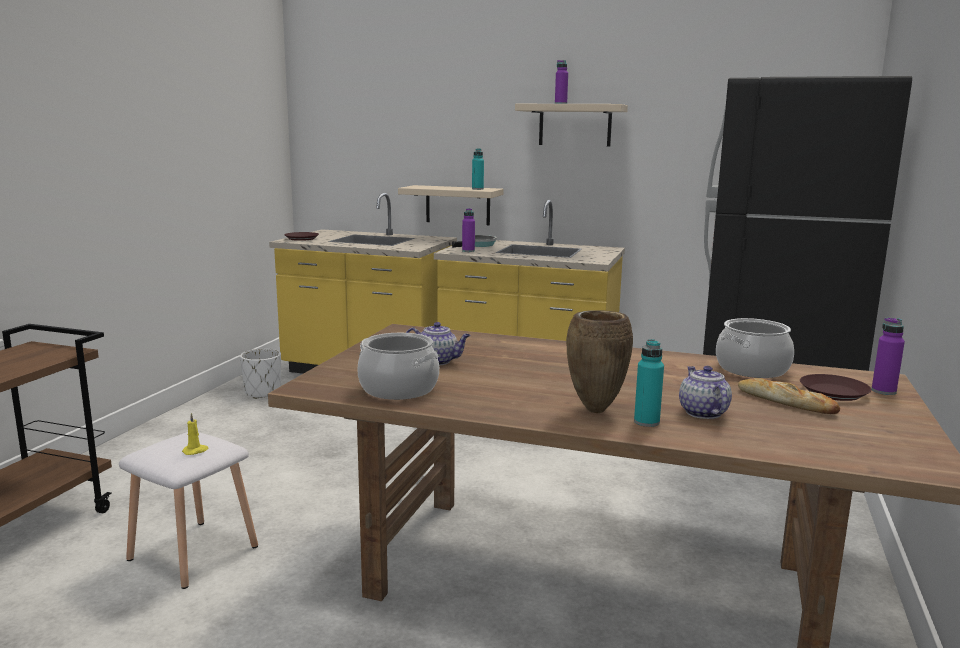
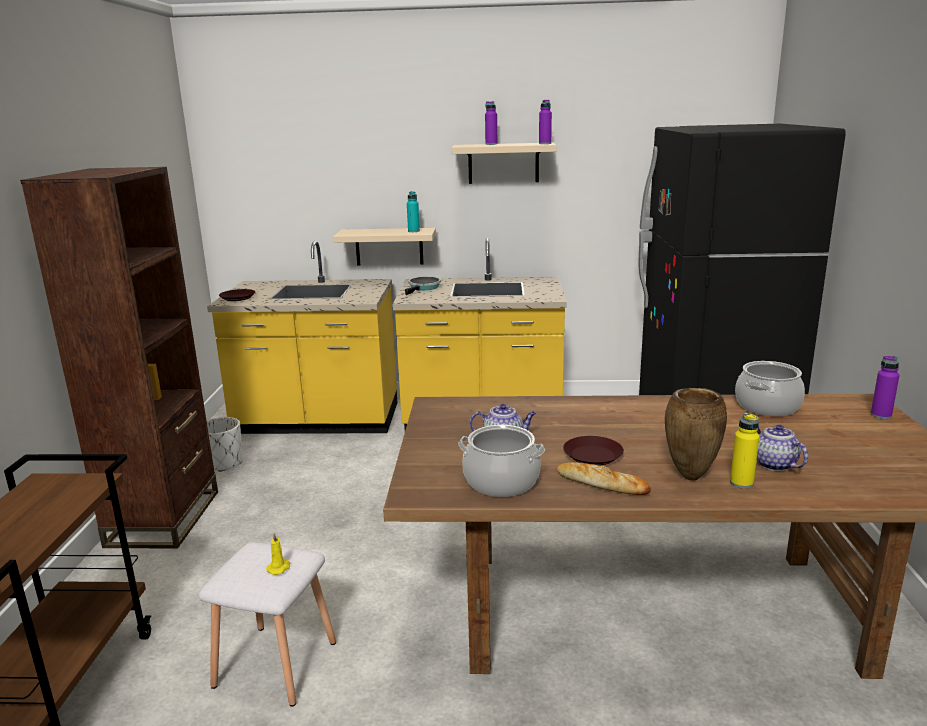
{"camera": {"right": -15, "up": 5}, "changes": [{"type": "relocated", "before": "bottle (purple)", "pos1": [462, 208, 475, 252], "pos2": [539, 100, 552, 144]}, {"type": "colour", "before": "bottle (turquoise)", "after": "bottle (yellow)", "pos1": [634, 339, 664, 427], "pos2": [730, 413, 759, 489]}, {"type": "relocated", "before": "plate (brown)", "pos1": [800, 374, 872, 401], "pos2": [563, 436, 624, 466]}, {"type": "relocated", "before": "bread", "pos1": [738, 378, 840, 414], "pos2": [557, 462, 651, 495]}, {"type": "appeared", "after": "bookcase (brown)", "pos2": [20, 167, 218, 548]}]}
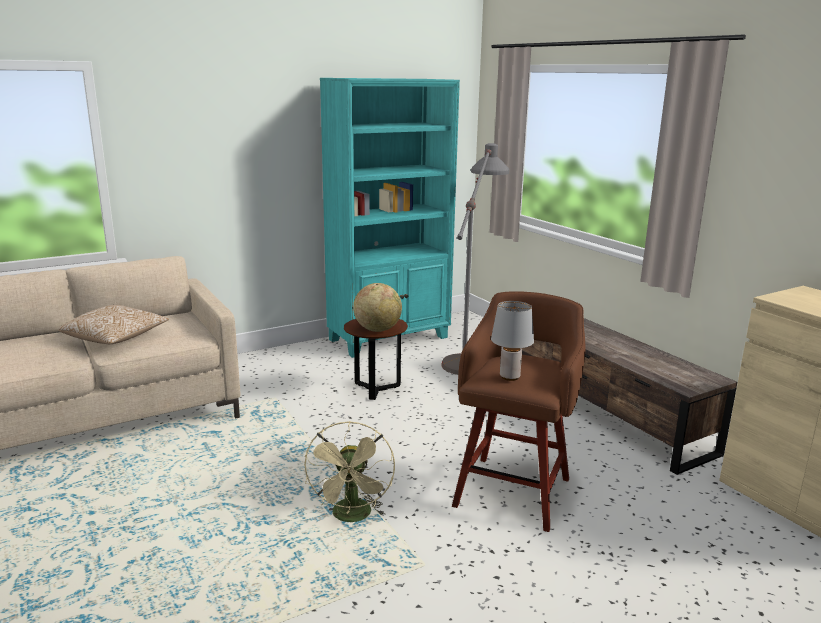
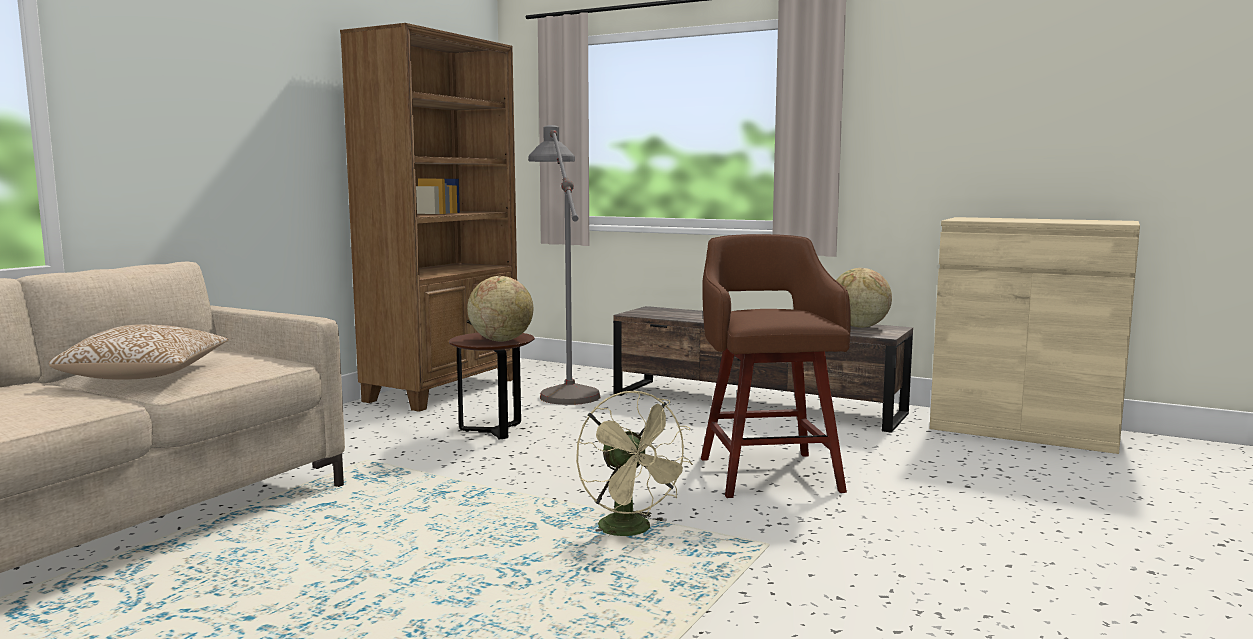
{"camera": {"right": -30, "up": -10}, "changes": [{"type": "colour", "before": "bookcase (turquoise)", "after": "bookcase (brown)", "pos1": [320, 78, 460, 358], "pos2": [340, 23, 517, 412]}, {"type": "missing", "before": "table lamp (grey)", "pos1": [491, 301, 534, 381]}, {"type": "appeared", "after": "globe", "pos2": [836, 268, 892, 328]}]}
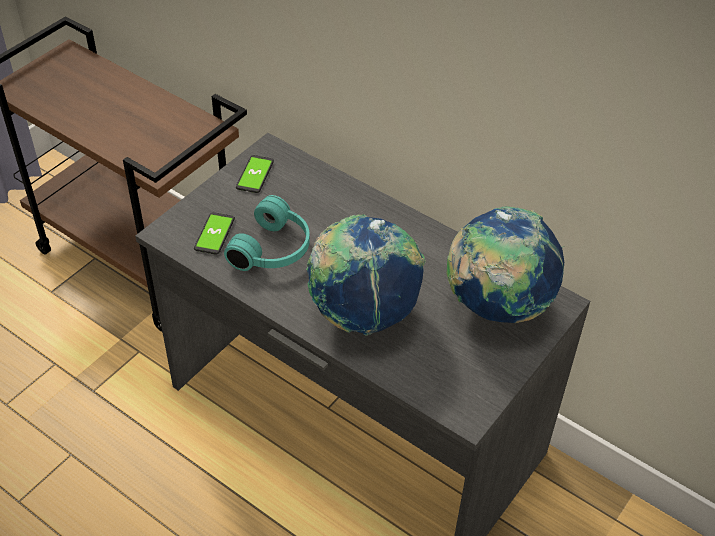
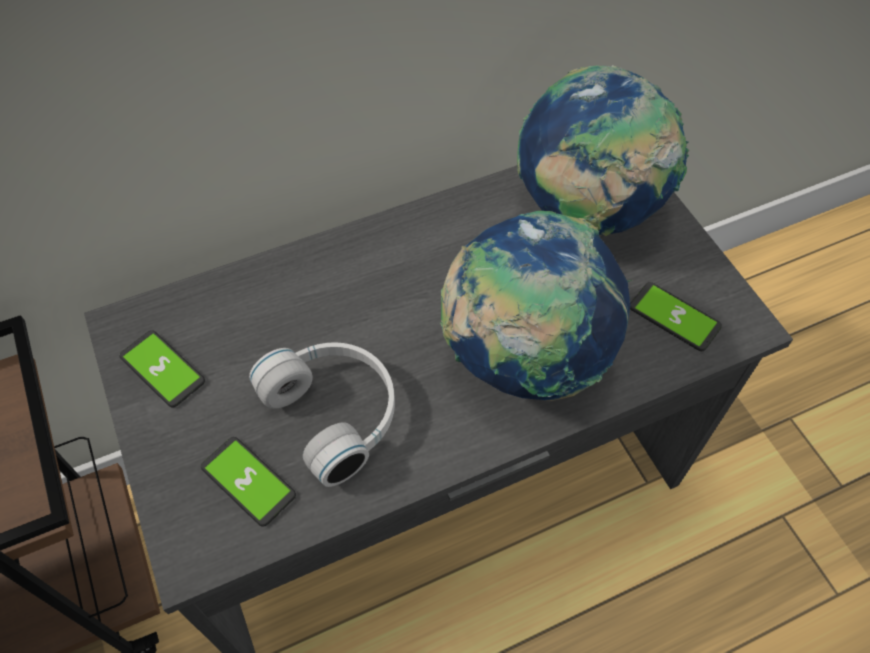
{"camera": {"right": -60, "up": 10}, "changes": [{"type": "colour", "before": "headphones (turquoise)", "after": "headphones (white)", "pos1": [224, 195, 310, 271], "pos2": [249, 342, 395, 487]}, {"type": "appeared", "after": "phone", "pos2": [630, 282, 722, 351]}]}
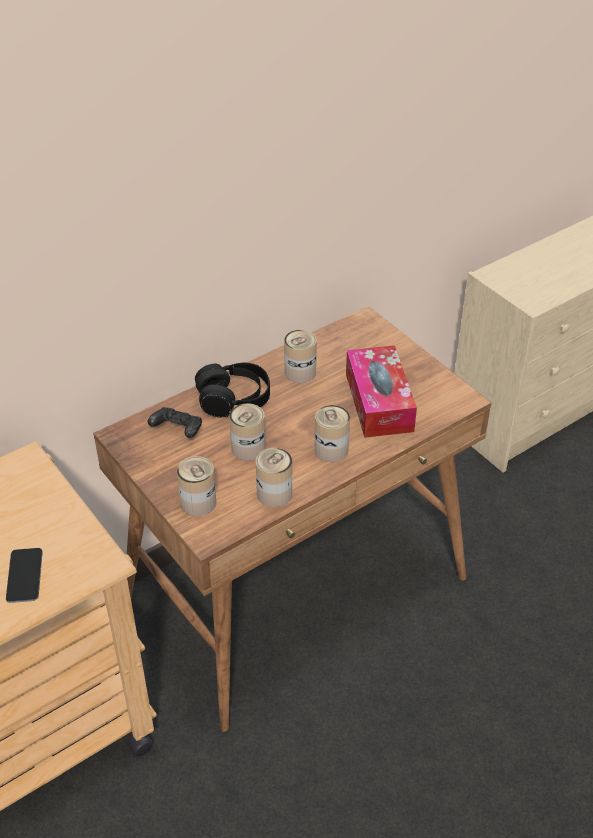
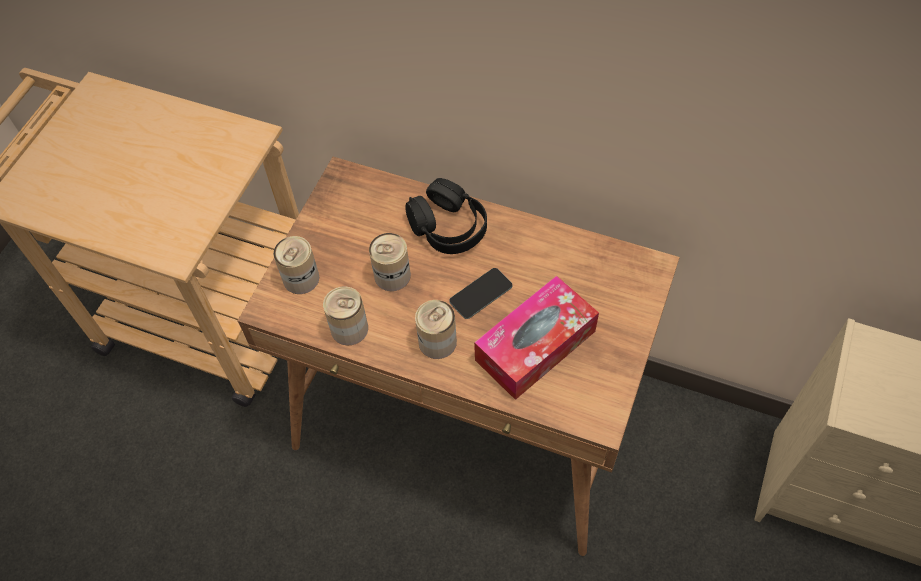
{"camera": {"right": 60, "up": 15}, "changes": [{"type": "missing", "before": "can", "pos1": [284, 330, 317, 383]}, {"type": "missing", "before": "game controller (black)", "pos1": [148, 407, 202, 438]}, {"type": "relocated", "before": "phone", "pos1": [6, 548, 43, 603], "pos2": [449, 268, 512, 319]}]}
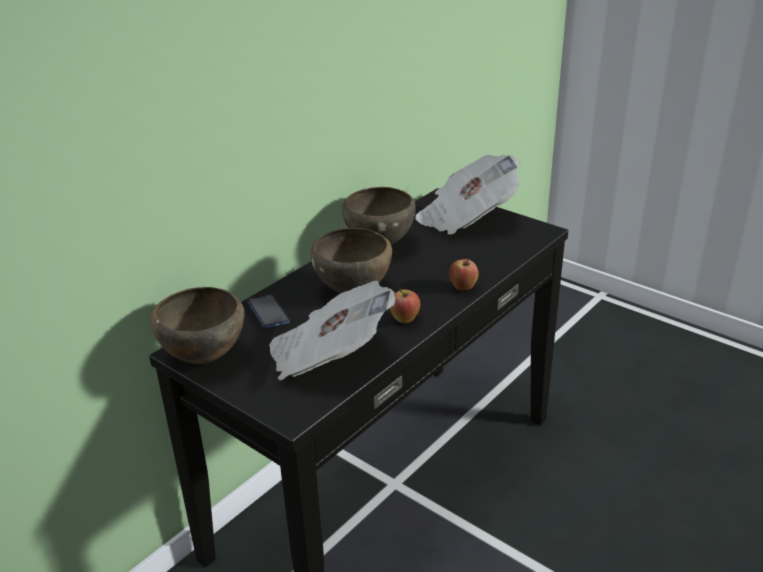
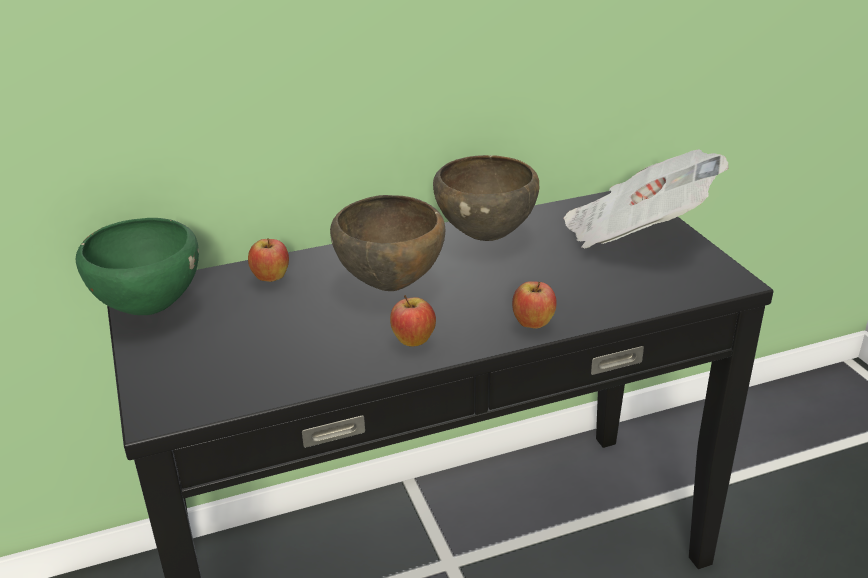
{"camera": {"right": 30, "up": 0}, "changes": [{"type": "missing", "before": "newspaper", "pos1": [269, 281, 395, 381]}, {"type": "colour", "before": "bowl (brown)", "after": "bowl (green)", "pos1": [151, 287, 244, 364], "pos2": [76, 218, 199, 315]}, {"type": "exchanged", "before": "phone", "after": "apple", "pos1": [248, 294, 290, 328], "pos2": [248, 238, 289, 282]}]}
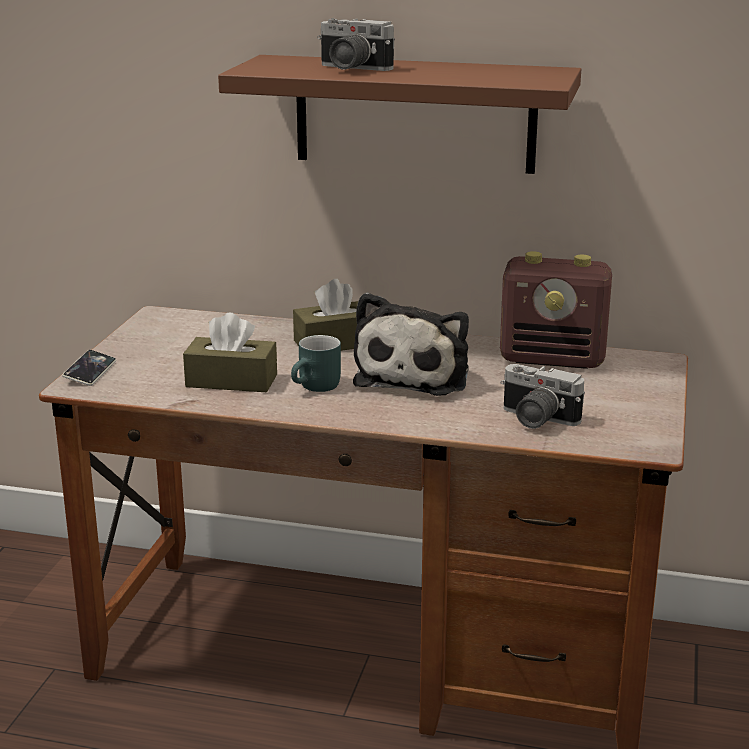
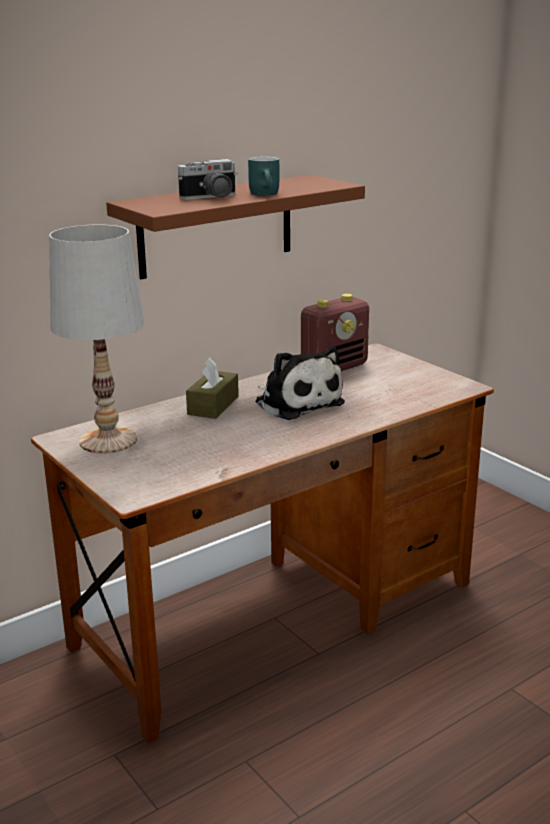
{"camera": {"right": -50, "up": 0}, "changes": [{"type": "missing", "before": "tissue box (brown)", "pos1": [183, 312, 277, 392]}, {"type": "relocated", "before": "mug (turquoise)", "pos1": [291, 335, 341, 392], "pos2": [248, 157, 279, 196]}, {"type": "missing", "before": "phone", "pos1": [62, 350, 116, 386]}, {"type": "missing", "before": "photo camera", "pos1": [500, 364, 585, 429]}, {"type": "appeared", "after": "table lamp (white)", "pos2": [49, 224, 145, 453]}]}
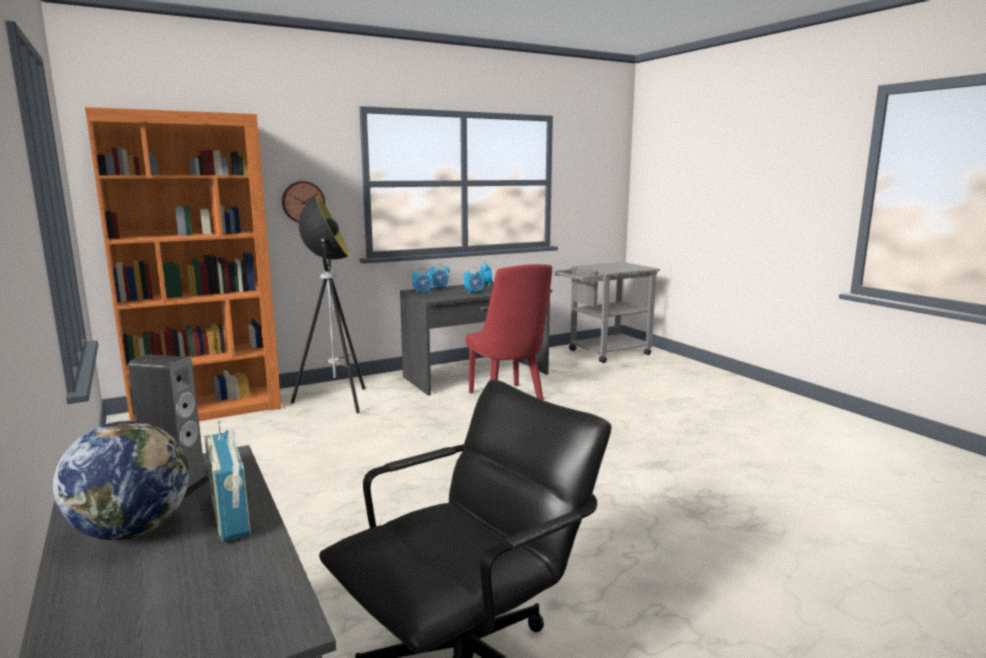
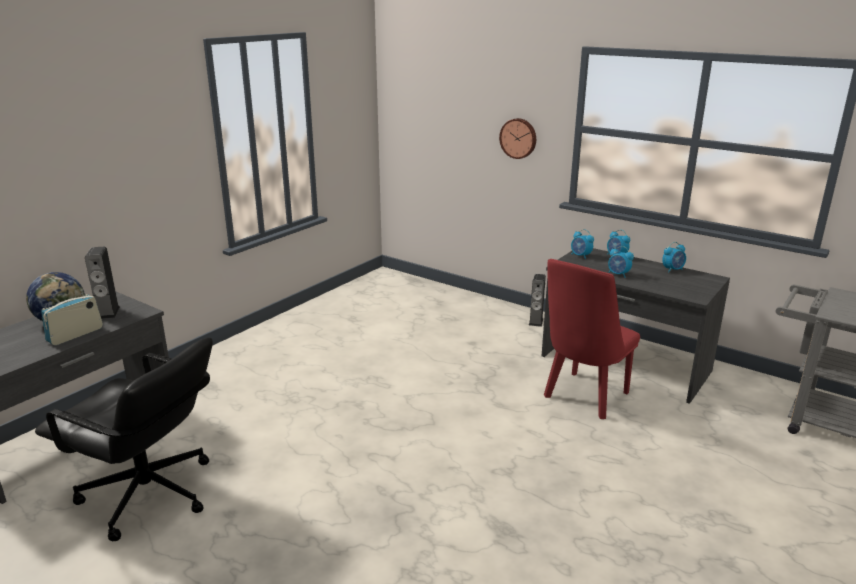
{"camera": {"right": 65, "up": 10}, "changes": [{"type": "missing", "before": "bookcase (orange)", "pos1": [85, 107, 281, 421]}, {"type": "missing", "before": "floor lamp", "pos1": [291, 196, 365, 413]}, {"type": "appeared", "after": "speaker", "pos2": [529, 274, 546, 327]}]}
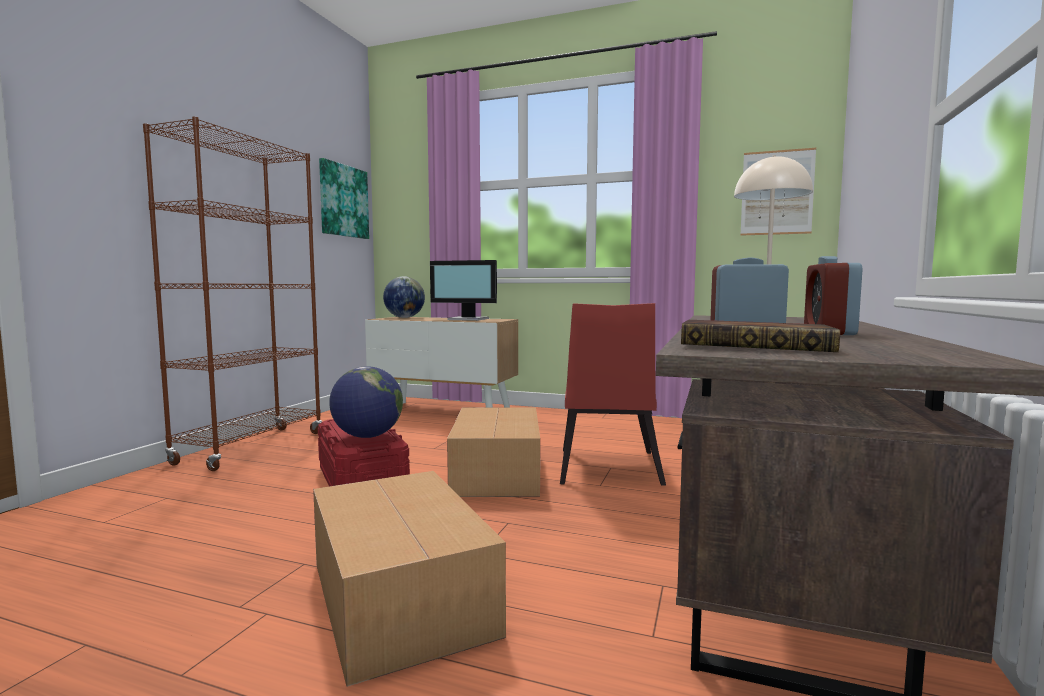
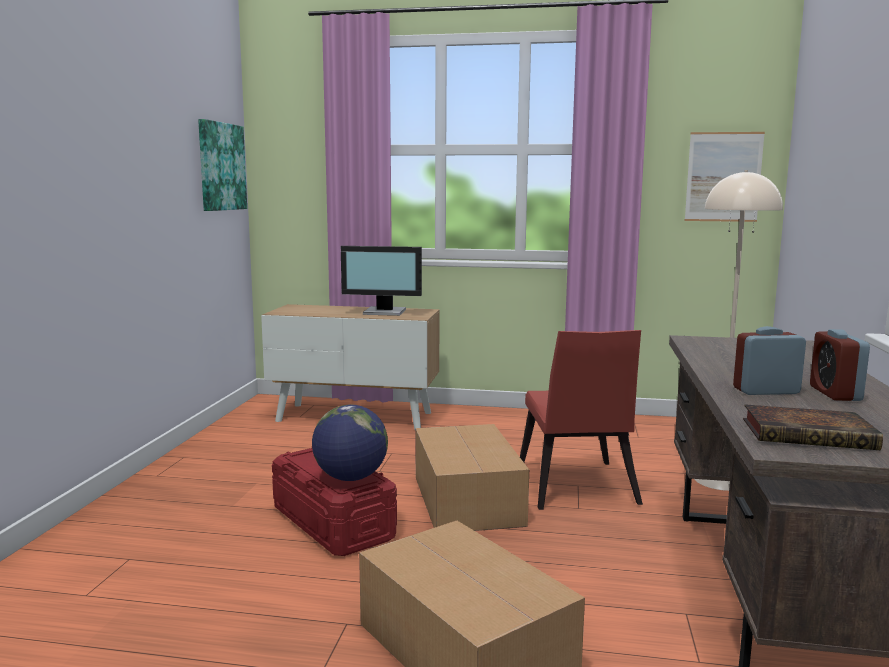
{"camera": {"right": -10, "up": 5}, "changes": [{"type": "missing", "before": "bookcase (brown)", "pos1": [143, 117, 322, 471]}, {"type": "missing", "before": "globe", "pos1": [383, 276, 425, 318]}]}
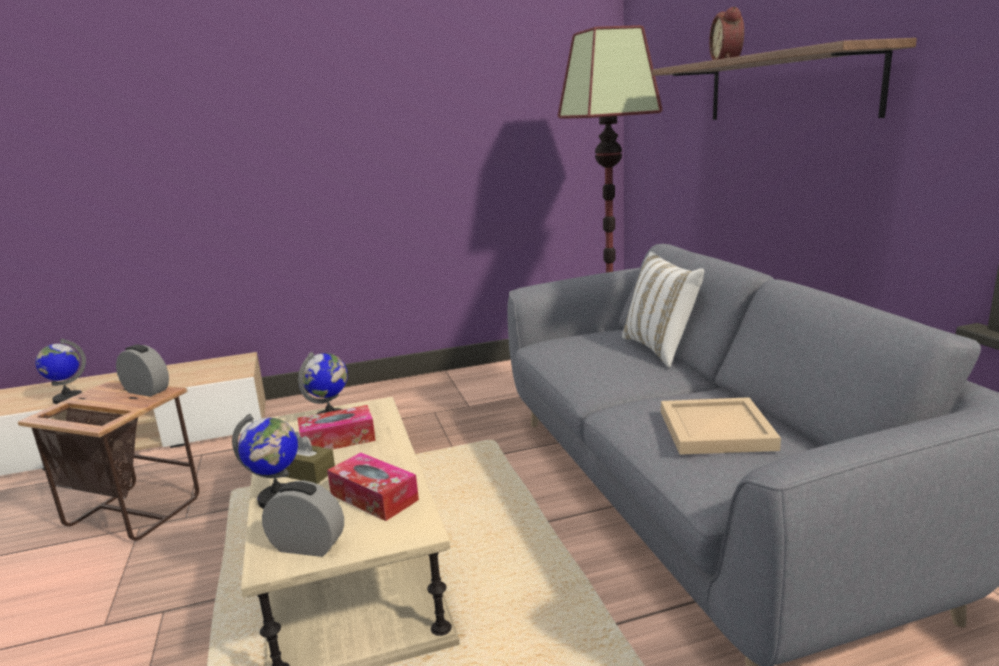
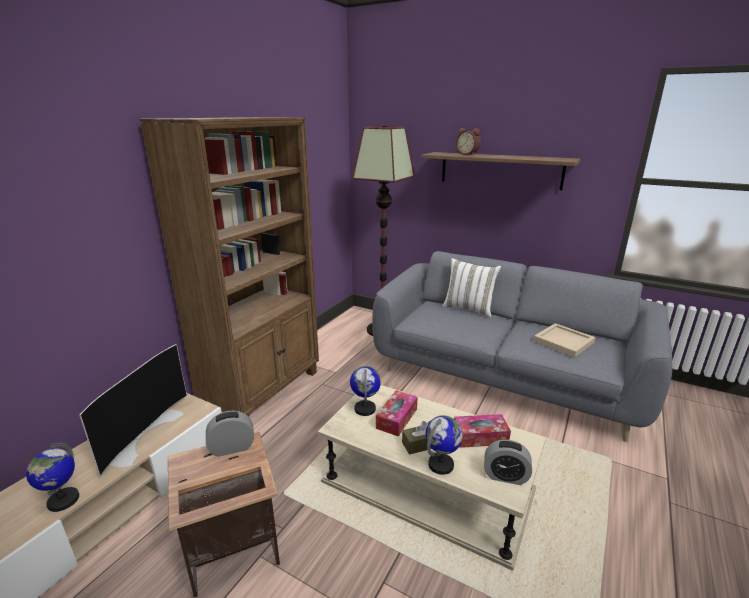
{"camera": {"right": -45, "up": 5}, "changes": [{"type": "spun", "before": "alarm clock", "pos1": [262, 481, 344, 557], "pos2": [484, 440, 532, 485], "turn": -135}, {"type": "appeared", "after": "bookcase (brown)", "pos2": [140, 117, 319, 416]}, {"type": "appeared", "after": "television", "pos2": [80, 344, 187, 476]}]}
